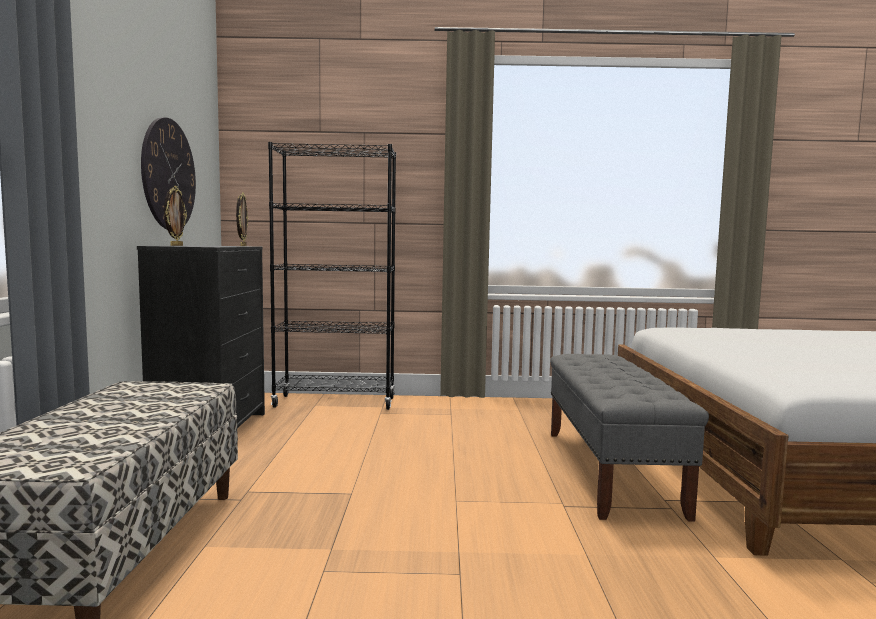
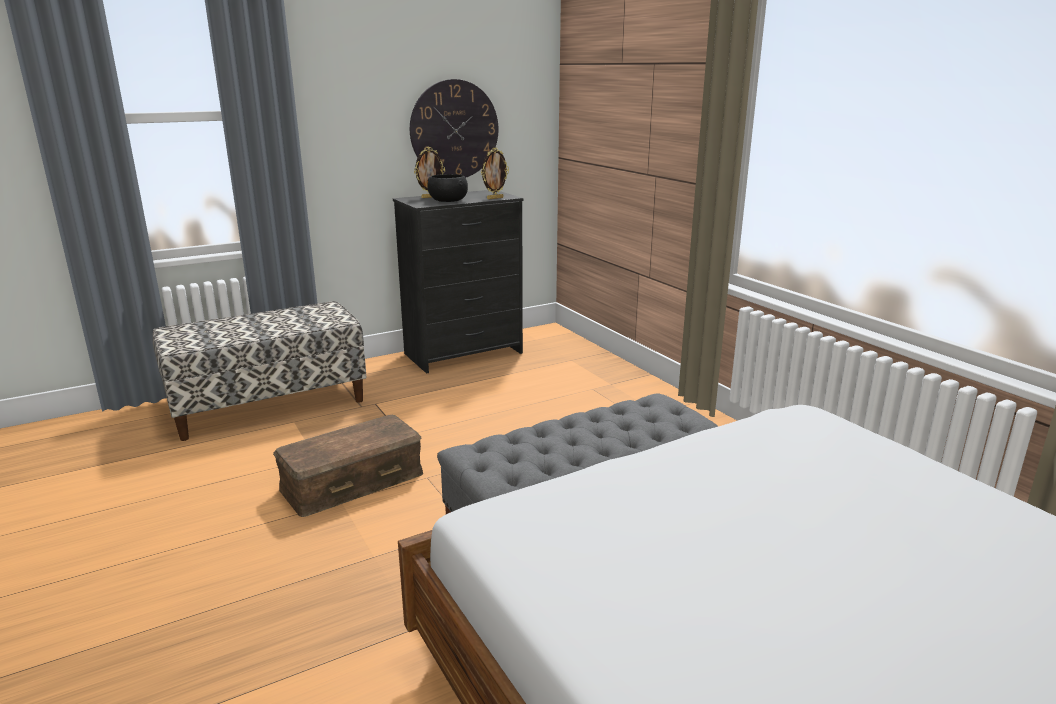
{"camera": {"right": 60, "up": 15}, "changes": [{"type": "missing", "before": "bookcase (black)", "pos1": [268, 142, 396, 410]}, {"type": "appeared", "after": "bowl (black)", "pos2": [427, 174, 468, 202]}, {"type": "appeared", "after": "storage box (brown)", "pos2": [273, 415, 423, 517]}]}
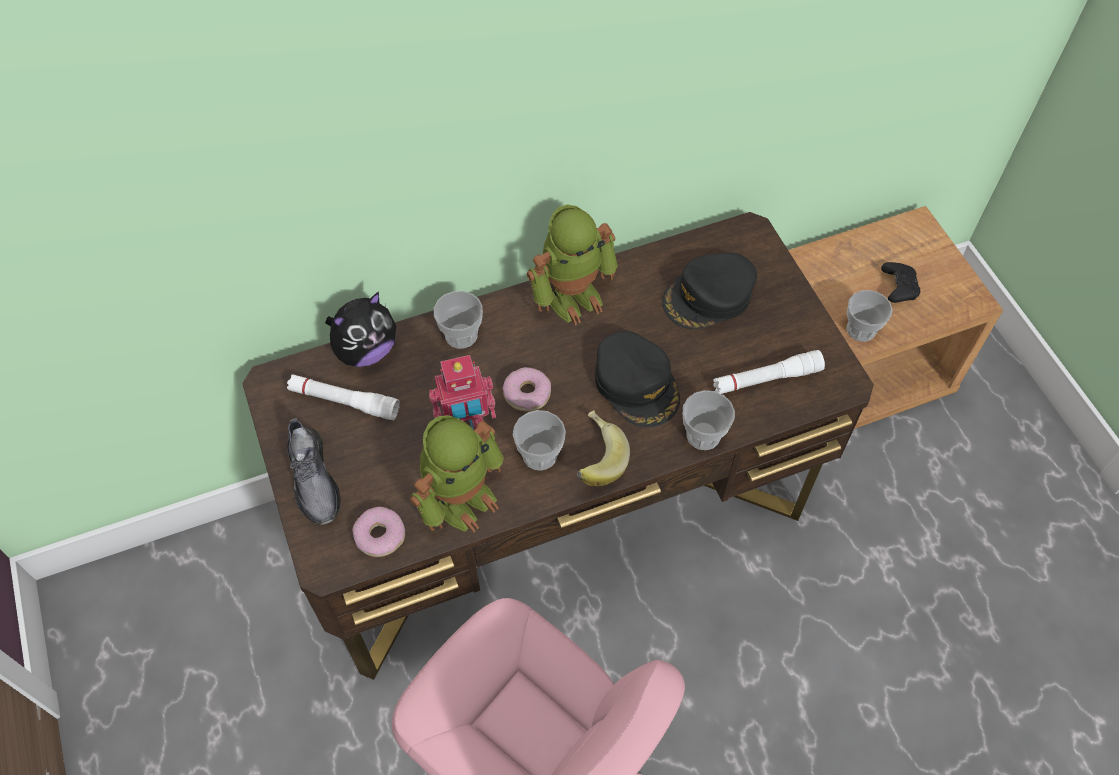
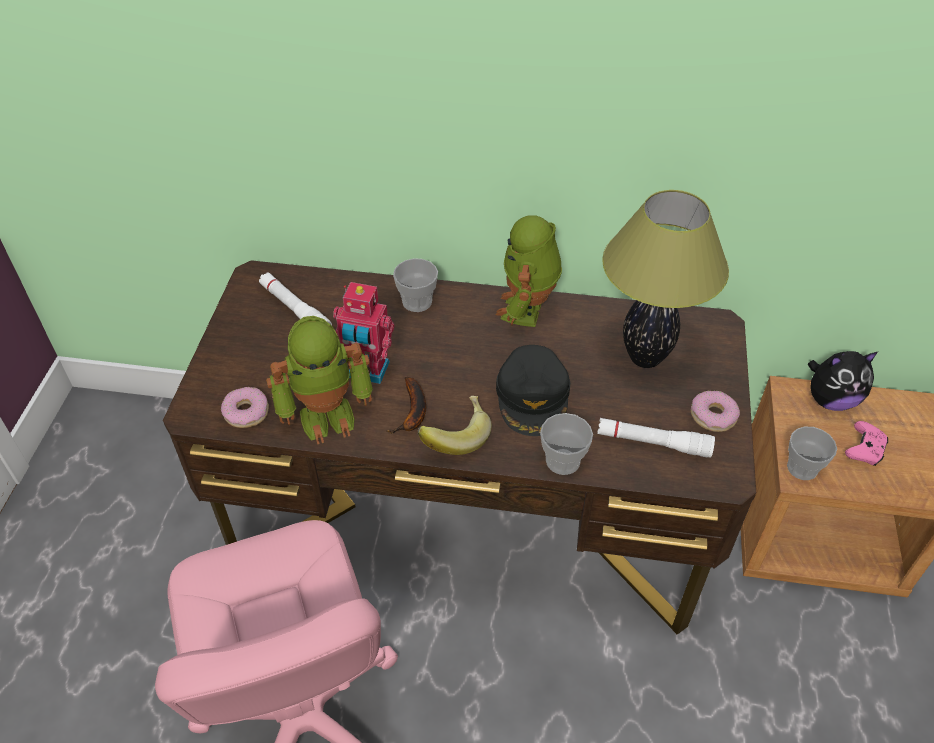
{"camera": {"right": 30, "up": -10}, "changes": [{"type": "spun", "before": "toy robot", "pos1": [527, 204, 618, 325], "pos2": [496, 215, 562, 327], "turn": 105}, {"type": "exchanged", "before": "cap (black)", "after": "table lamp", "pos1": [662, 252, 757, 329], "pos2": [602, 190, 729, 368]}, {"type": "colour", "before": "game controller (black)", "after": "game controller (pink)", "pos1": [881, 262, 920, 303], "pos2": [845, 421, 888, 466]}, {"type": "relocated", "before": "plush toy", "pos1": [325, 292, 396, 367], "pos2": [807, 351, 878, 411]}, {"type": "relocated", "before": "donut", "pos1": [503, 367, 551, 412], "pos2": [691, 390, 740, 432]}, {"type": "exchanged", "before": "cup", "after": "banana", "pos1": [513, 410, 566, 471], "pos2": [386, 377, 426, 434]}, {"type": "missing", "before": "shoe (grey)", "pos1": [287, 418, 341, 525]}]}
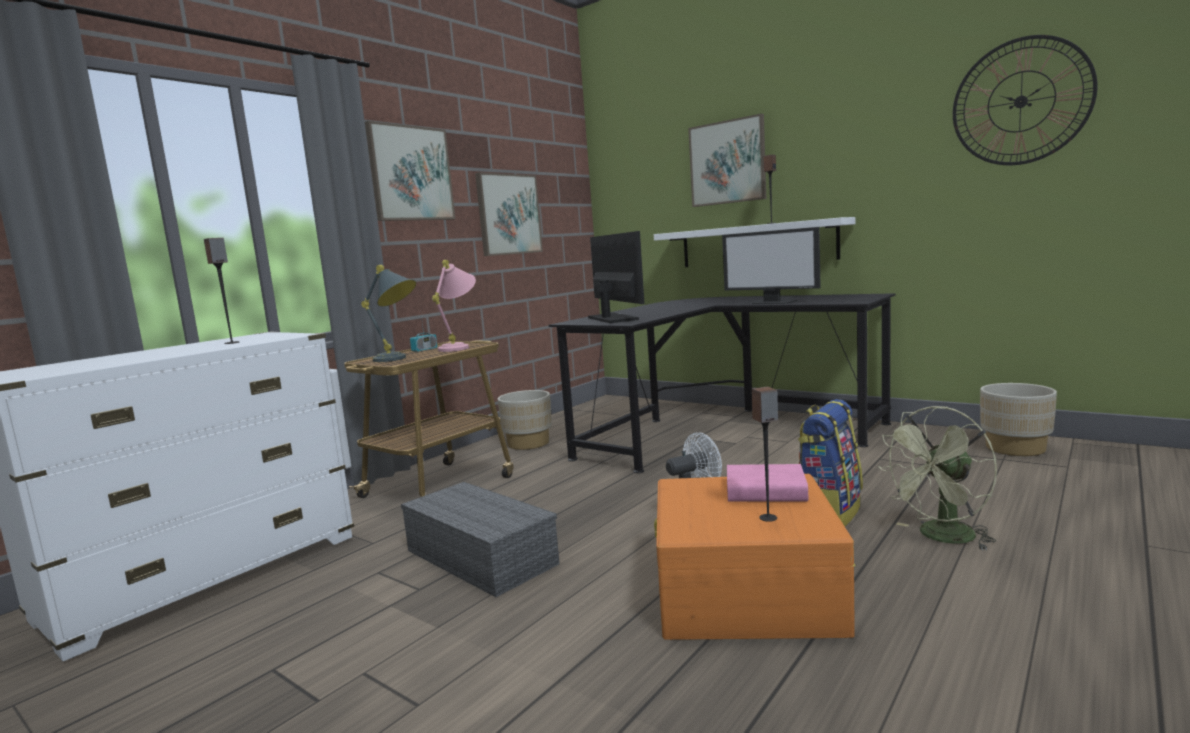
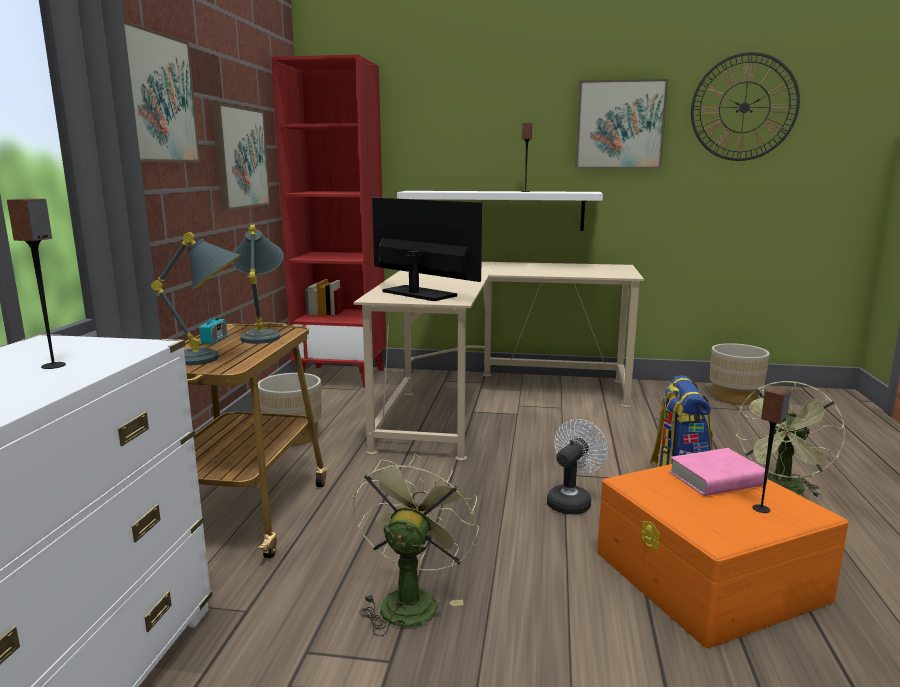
{"camera": {"right": -30, "up": 5}, "changes": [{"type": "relocated", "before": "picture", "pos1": [688, 114, 766, 207], "pos2": [575, 79, 668, 169]}, {"type": "missing", "before": "monitor", "pos1": [722, 227, 821, 304]}, {"type": "colour", "before": "table lamp (pink)", "after": "table lamp (grey)", "pos1": [432, 260, 476, 352], "pos2": [232, 225, 283, 344]}, {"type": "colour", "before": "desk (black)", "after": "desk (beige)", "pos1": [549, 293, 896, 473], "pos2": [353, 262, 644, 461]}, {"type": "exchanged", "before": "storage box (grey)", "after": "fan (green)", "pos1": [401, 482, 560, 597], "pos2": [352, 453, 479, 637]}, {"type": "appeared", "after": "bookcase (red)", "pos2": [271, 54, 386, 388]}]}
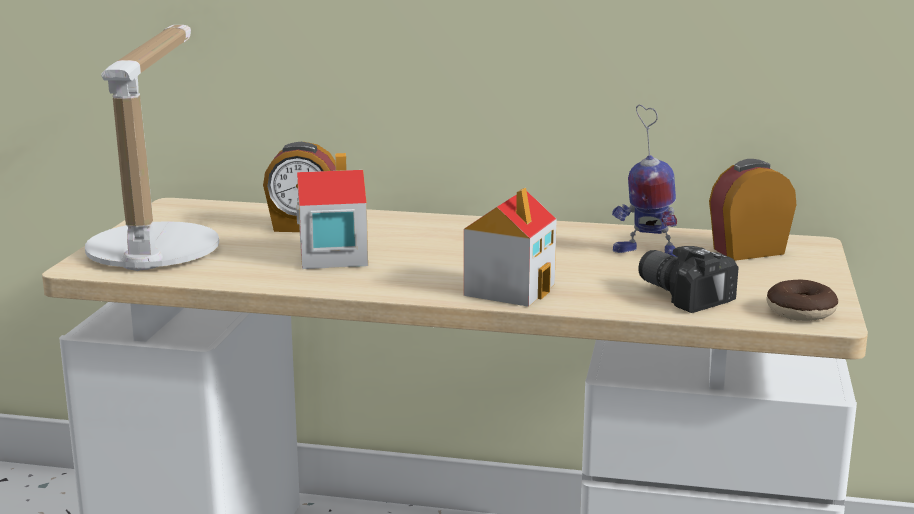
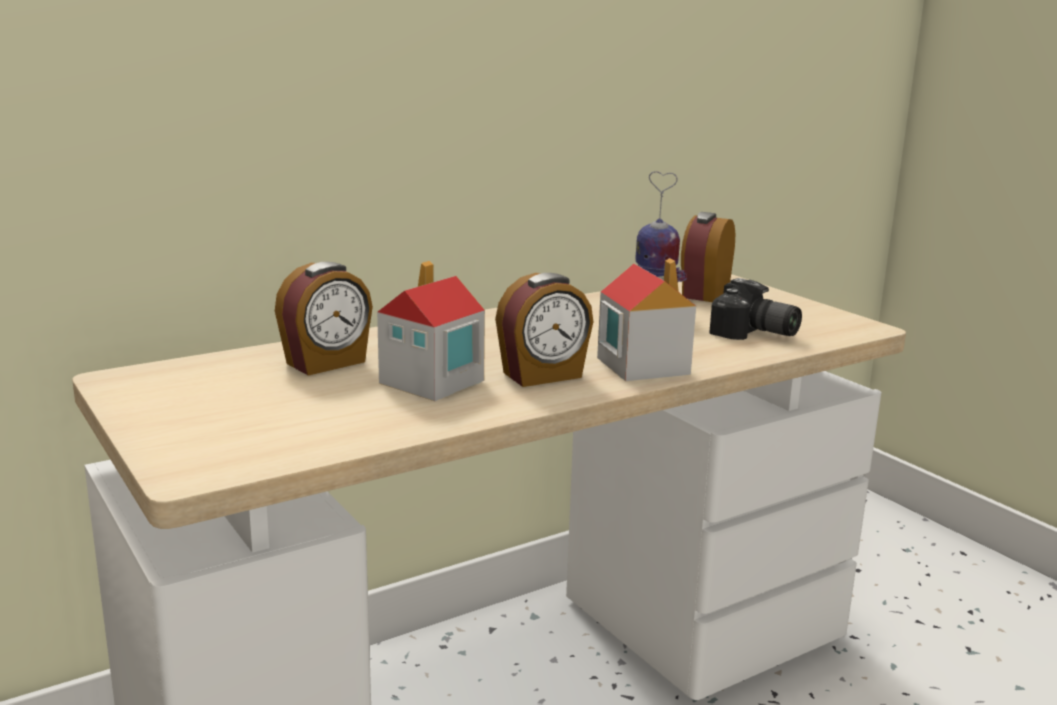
{"camera": {"right": -45, "up": 0}, "changes": [{"type": "missing", "before": "table lamp", "pos1": [85, 25, 219, 271]}, {"type": "spun", "before": "photo camera", "pos1": [638, 246, 739, 313], "pos2": [709, 278, 802, 340], "turn": -150}, {"type": "missing", "before": "donut", "pos1": [767, 280, 838, 321]}, {"type": "appeared", "after": "alarm clock", "pos2": [495, 273, 593, 387]}]}
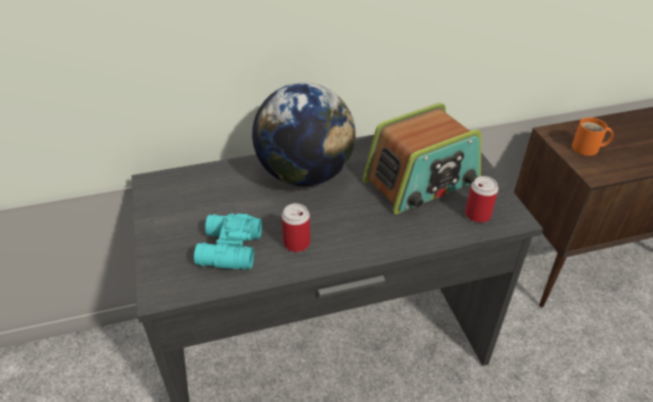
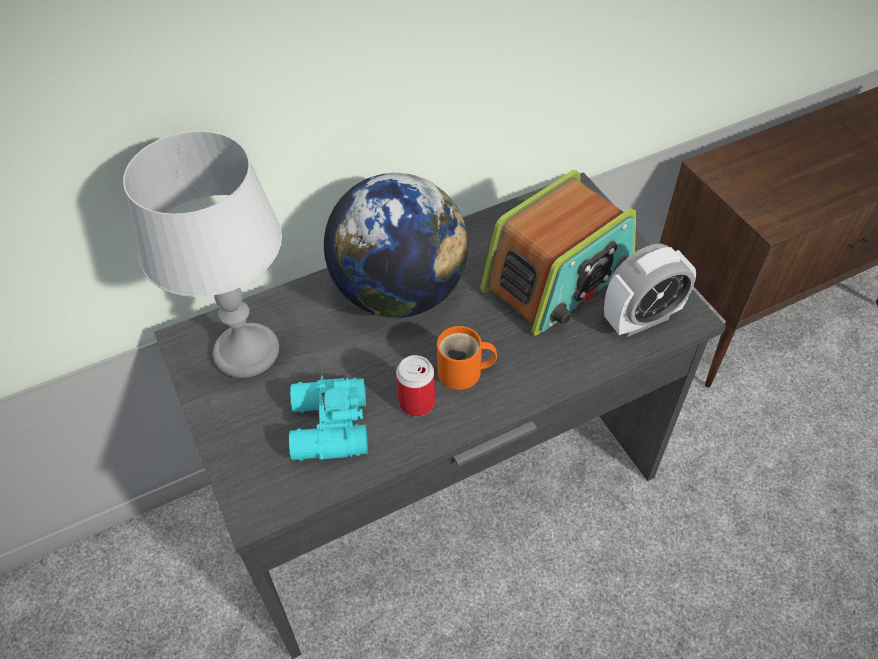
{"camera": {"right": -10, "up": 10}, "changes": [{"type": "relocated", "before": "mug (orange)", "pos1": [572, 117, 613, 156], "pos2": [437, 326, 497, 390]}, {"type": "exchanged", "before": "can", "after": "alarm clock", "pos1": [465, 176, 498, 223], "pos2": [604, 244, 696, 337]}, {"type": "appeared", "after": "table lamp (grey)", "pos2": [123, 131, 282, 378]}]}
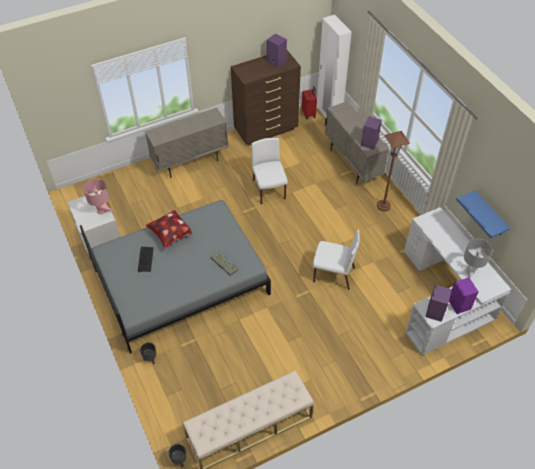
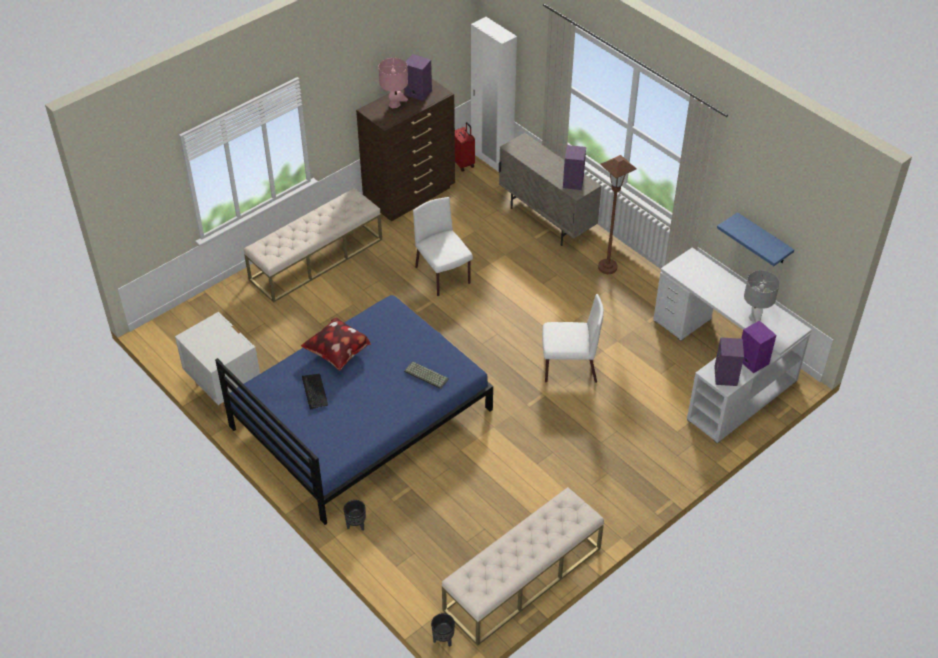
{"camera": {"right": -15, "up": -5}, "changes": [{"type": "exchanged", "before": "cabinet (beige)", "after": "bench (beige)", "pos1": [145, 108, 228, 178], "pos2": [244, 188, 382, 303]}, {"type": "relocated", "before": "table lamp (pink)", "pos1": [83, 179, 111, 214], "pos2": [379, 58, 408, 108]}, {"type": "colour", "before": "bed (grey)", "after": "bed (blue)", "pos1": [80, 200, 271, 354], "pos2": [215, 295, 493, 525]}]}
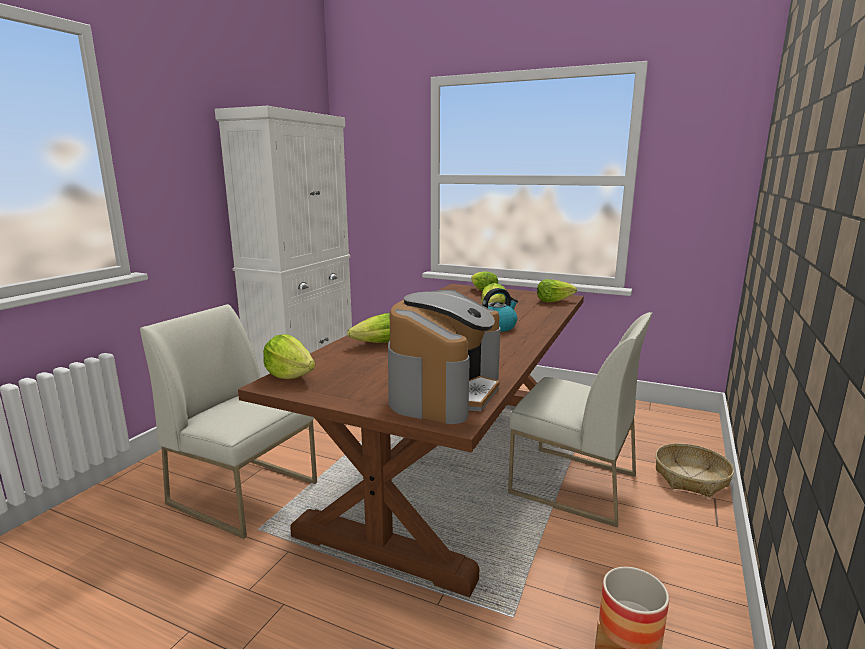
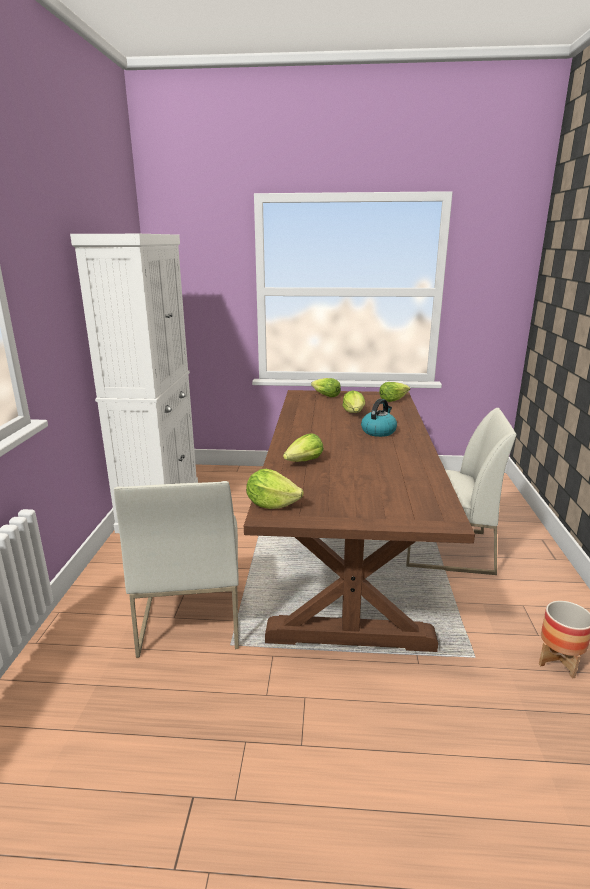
{"camera": {"right": -20, "up": 5}, "changes": [{"type": "missing", "before": "coffee machine", "pos1": [388, 290, 500, 424]}, {"type": "spun", "before": "chair (white)", "pos1": [140, 304, 317, 539], "pos2": [114, 481, 239, 658], "turn": -105}, {"type": "missing", "before": "basket", "pos1": [655, 443, 734, 497]}]}
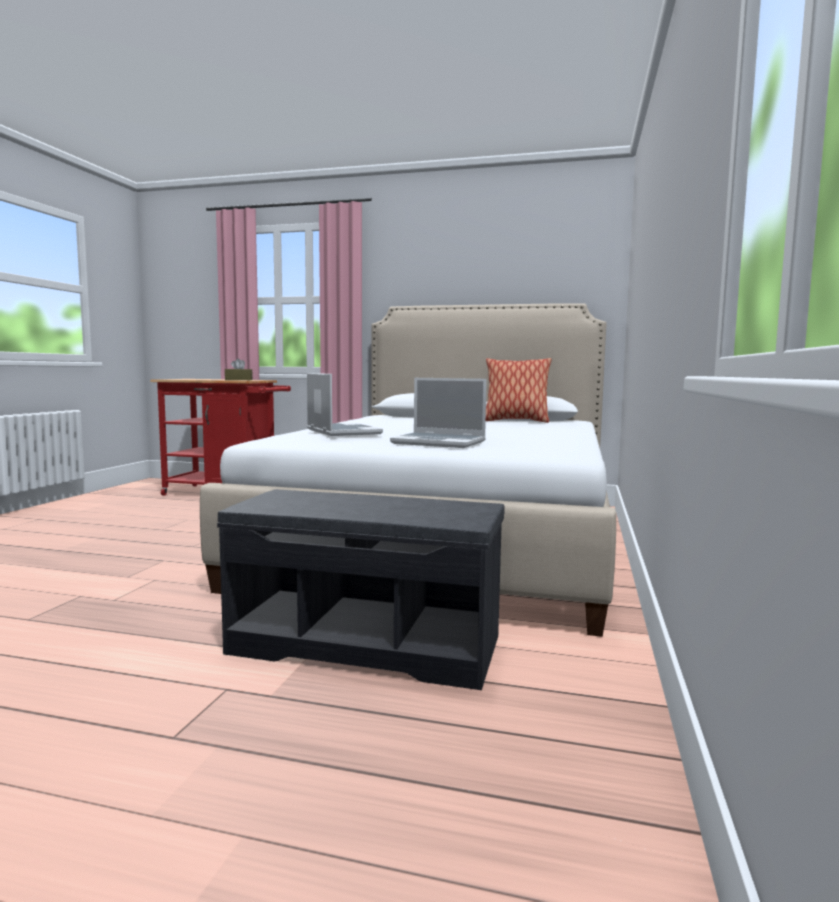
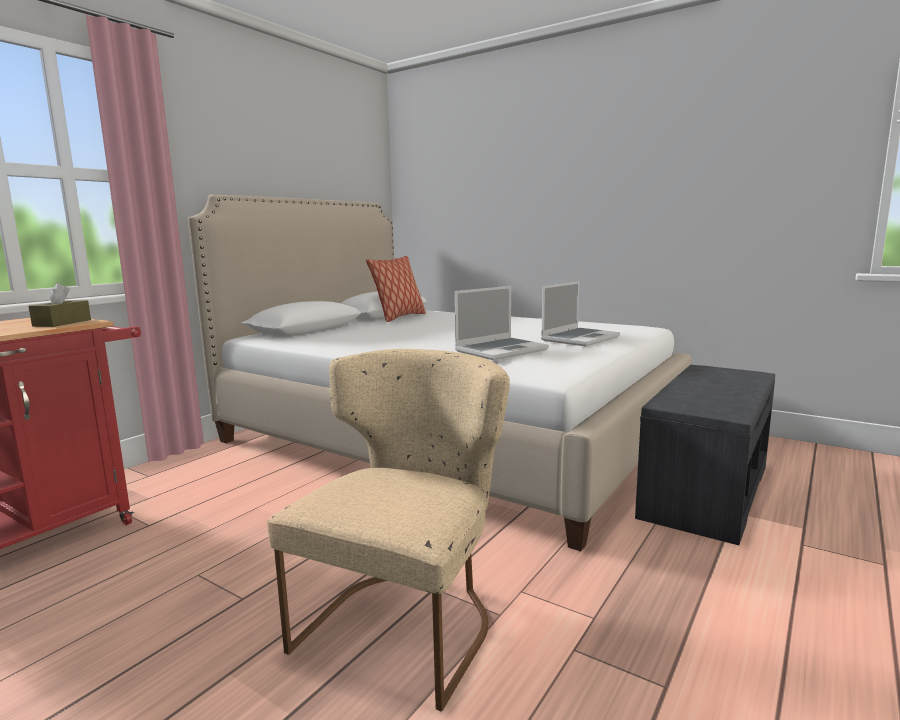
{"camera": {"right": -70, "up": 5}, "changes": [{"type": "spun", "before": "laptop", "pos1": [307, 373, 383, 436], "pos2": [455, 286, 549, 360], "turn": 150}, {"type": "appeared", "after": "chair (beige)", "pos2": [267, 349, 510, 712]}]}
